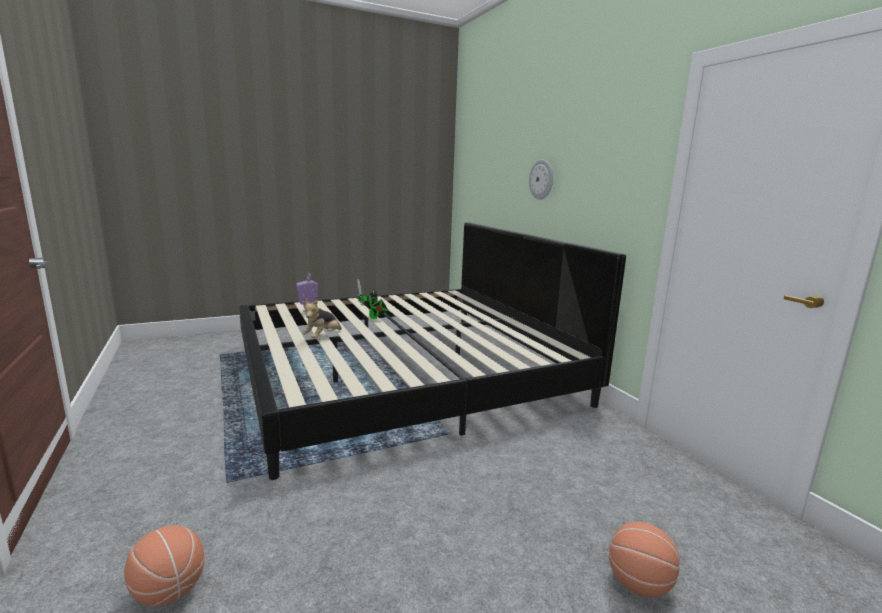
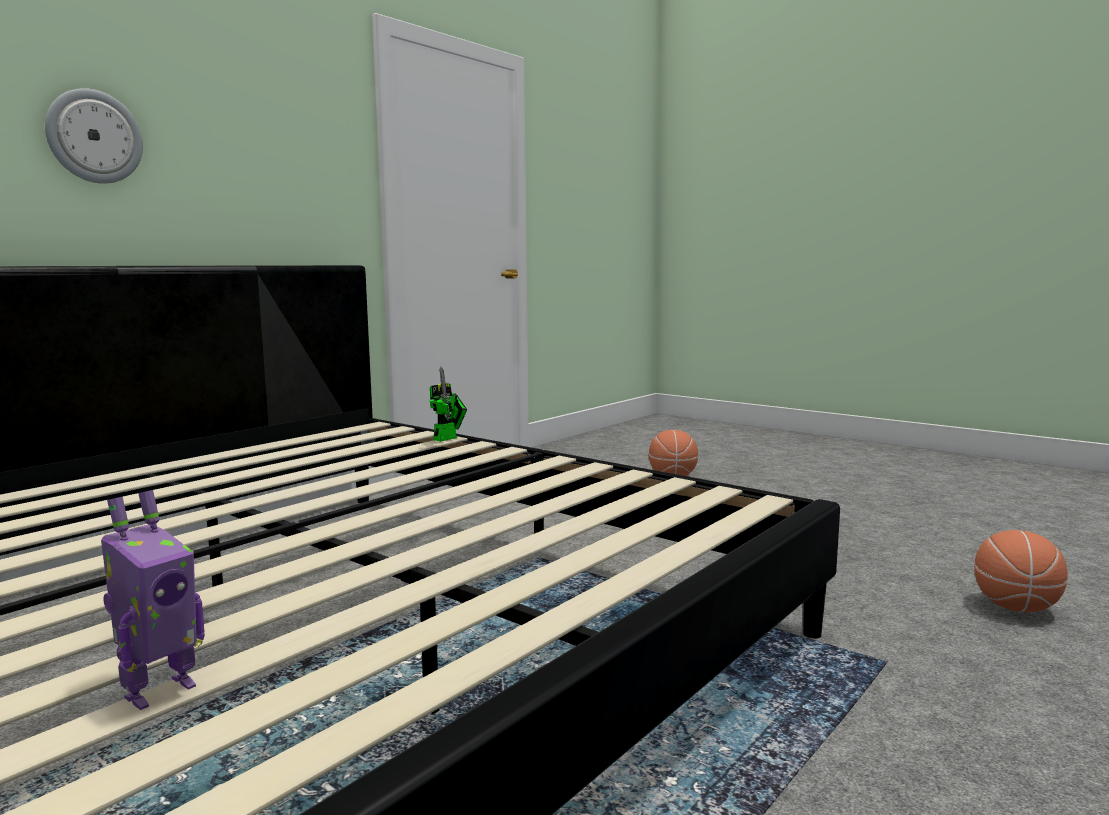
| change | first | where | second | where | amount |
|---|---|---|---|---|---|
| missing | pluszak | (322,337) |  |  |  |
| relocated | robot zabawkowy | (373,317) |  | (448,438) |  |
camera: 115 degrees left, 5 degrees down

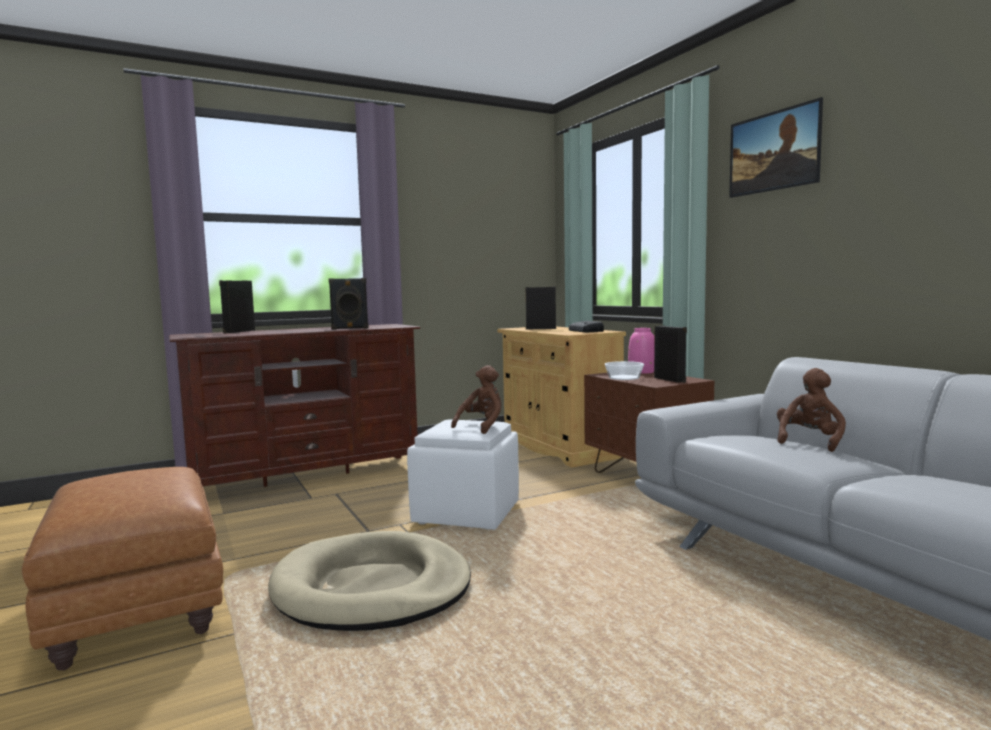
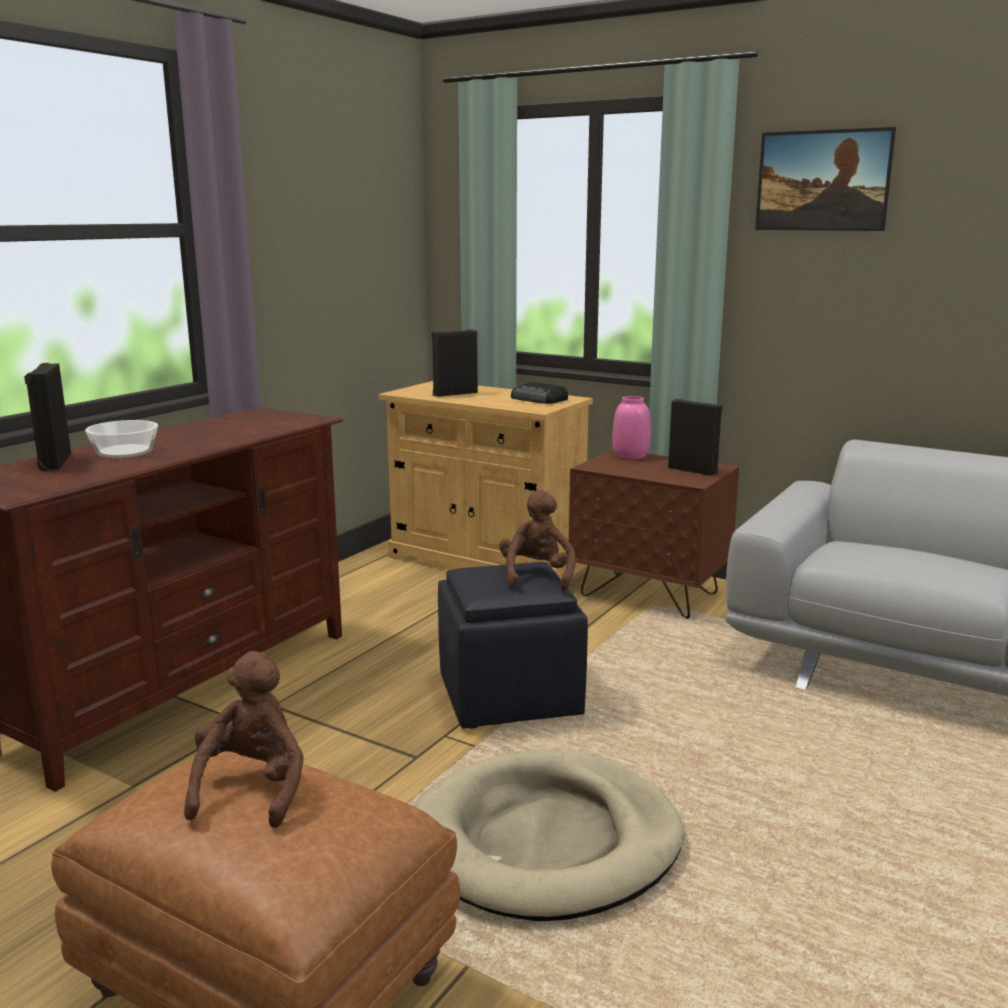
| change | first | where | second | where | amount |
|---|---|---|---|---|---|
| missing | głośnik/czarny | (350,328) |  |  |  |
| colour | pufa/biały | (468,513) | pufa/czarny | (510,695) |  |
| relocated | miska | (623,377) |  | (124,451) |  |
| relocated | pluszak/brązowy | (809,441) |  | (252,789) |  |
camera: 30 degrees left, 10 degrees up

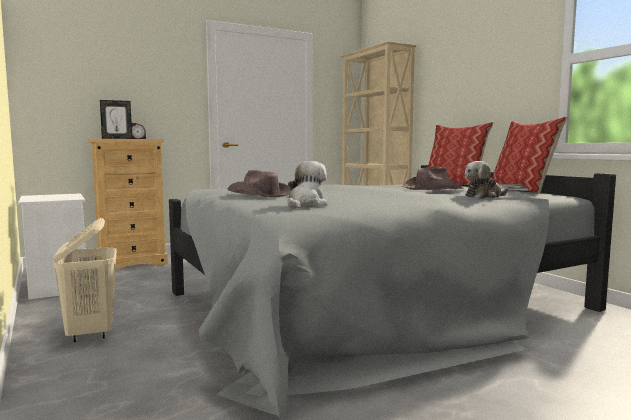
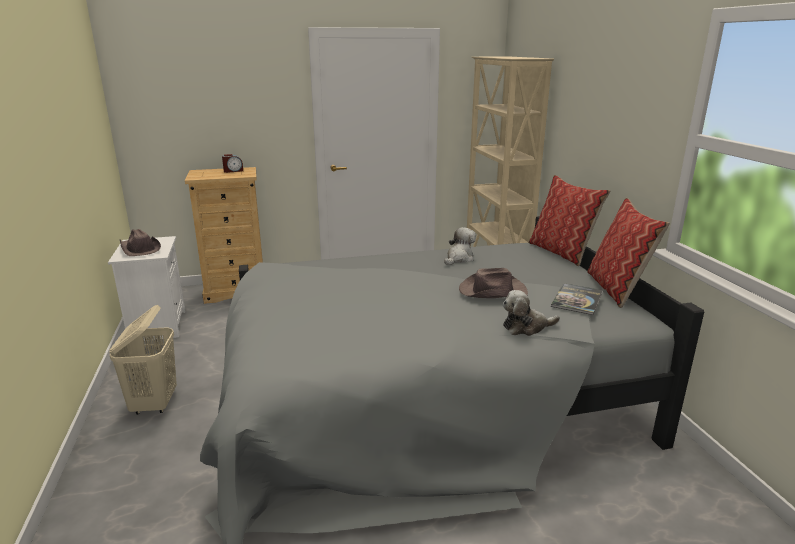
| change | first | where | second | where | amount |
|---|---|---|---|---|---|
| missing | ramka na zdjęcie | (117,138) |  |  |  |
| relocated | kapelusz/brązowy | (260,195) |  | (139,249) |  |
| relocated | pluszak | (306,205) |  | (459,258) |  |
camera: 15 degrees right, 15 degrees up

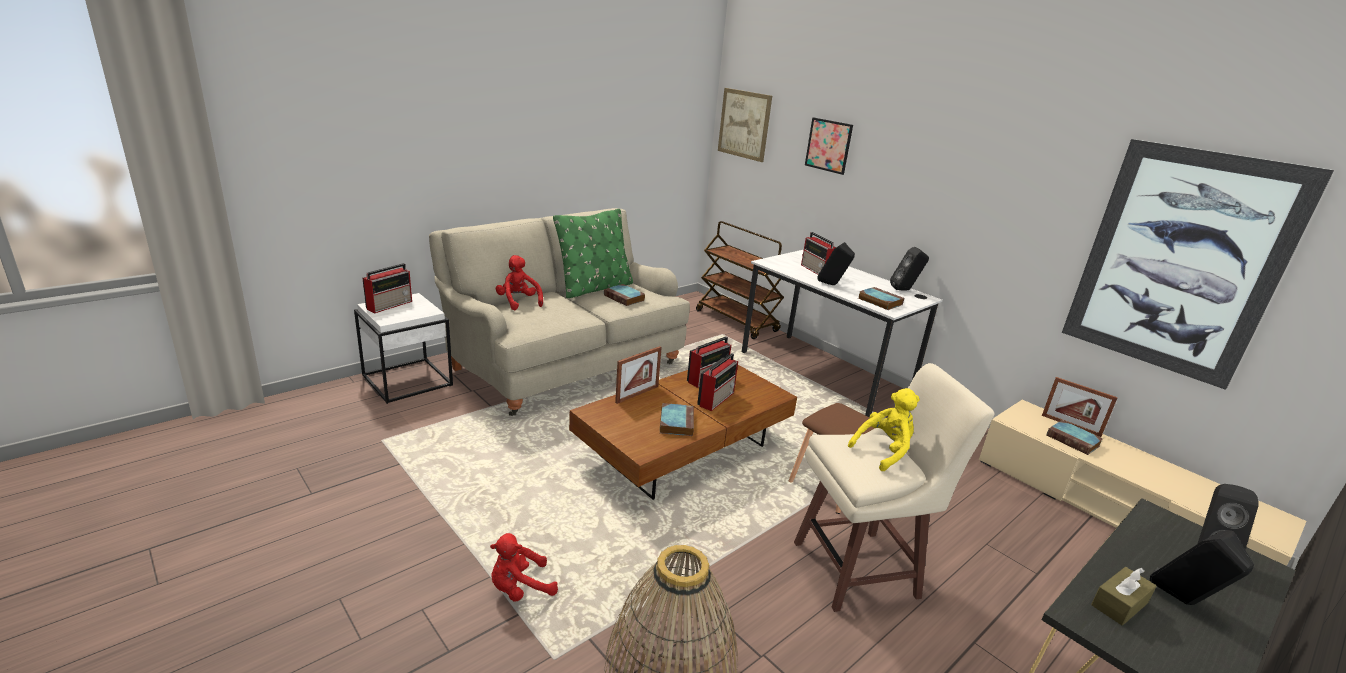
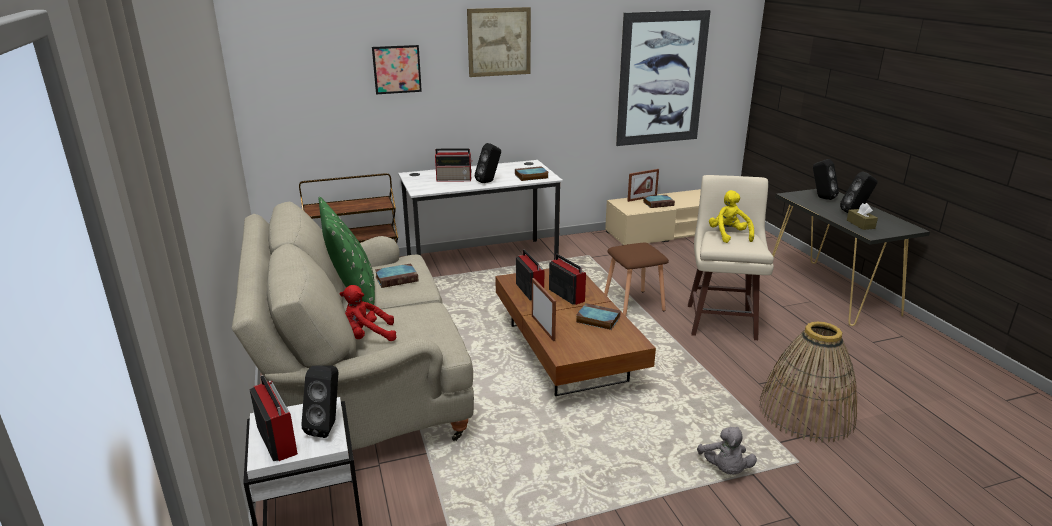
| change | first | where | second | where | amount |
|---|---|---|---|---|---|
| colour | pluszak/czerwony | (520,588) | pluszak/szary | (724,469) |  |
| relocated | obraz | (744,124) |  | (499,42) |  |
| relocated | głośnik/czarny | (905,290) |  | (327,426) |  |
camera: 65 degrees left, 0 degrees up

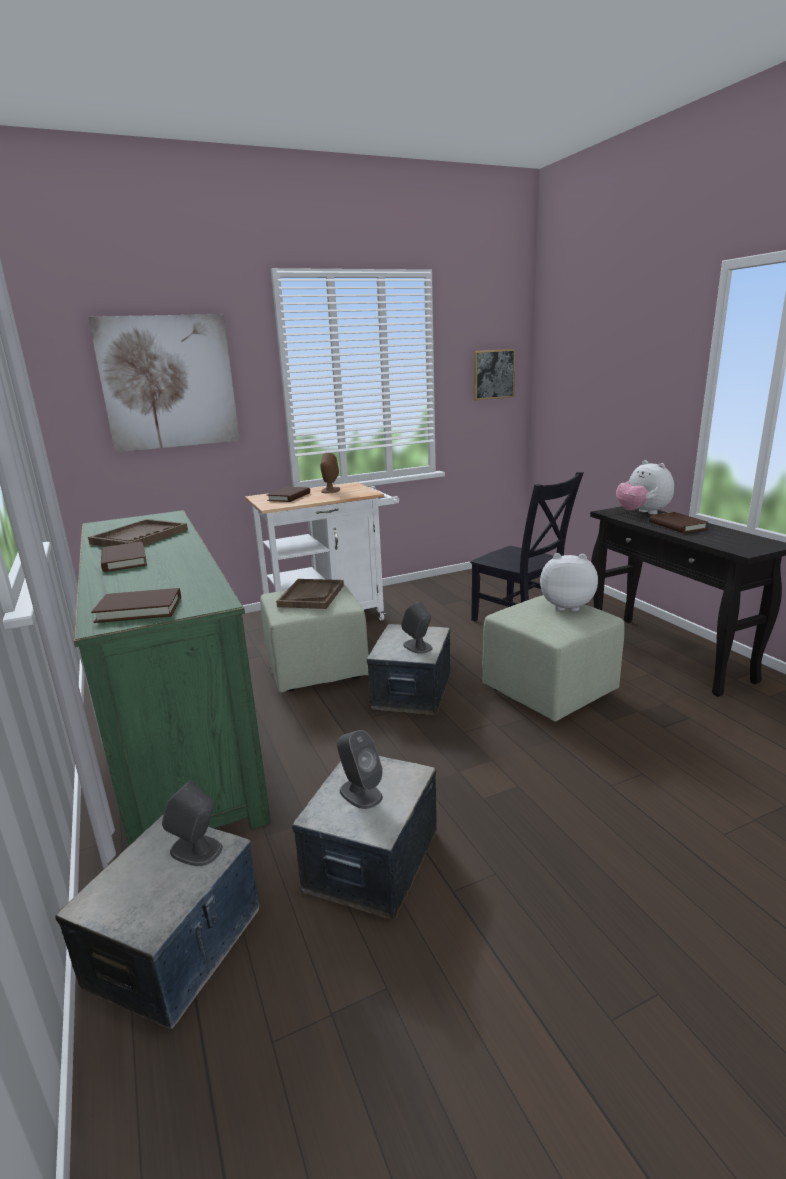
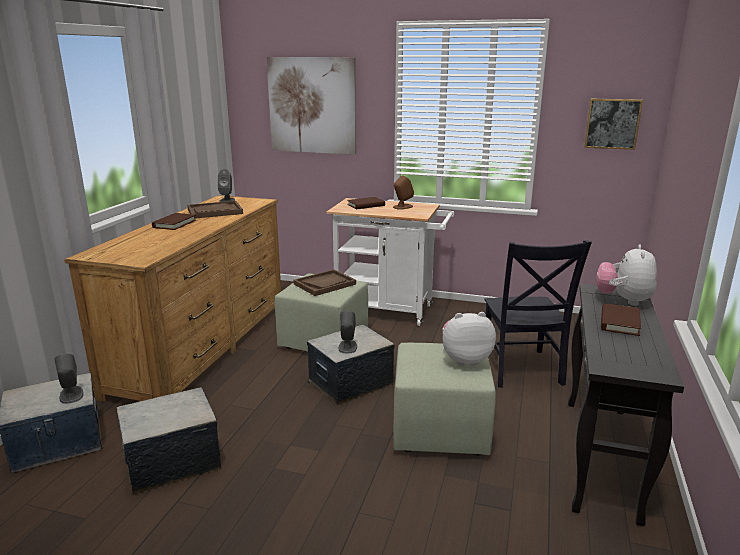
| change | first | where | second | where | amount |
|---|---|---|---|---|---|
| colour | komoda/zielony | (179,735) | komoda/brązowy | (203,347) |  |
| missing | książka/brązowy | (139,609) |  |  |  |
| relocated | głośnik/szary | (360,793) |  | (227,201) |  |
| spun | pluszak | (566,606) |  | (465,359) | 60 degrees counterclockwise |
camera: 40 degrees right, 0 degrees up

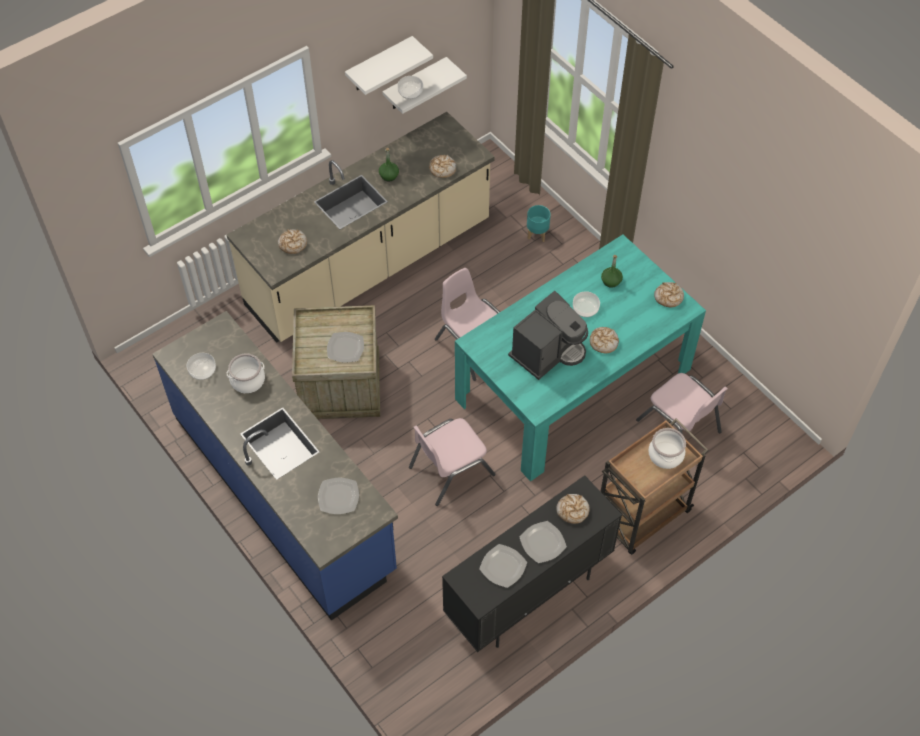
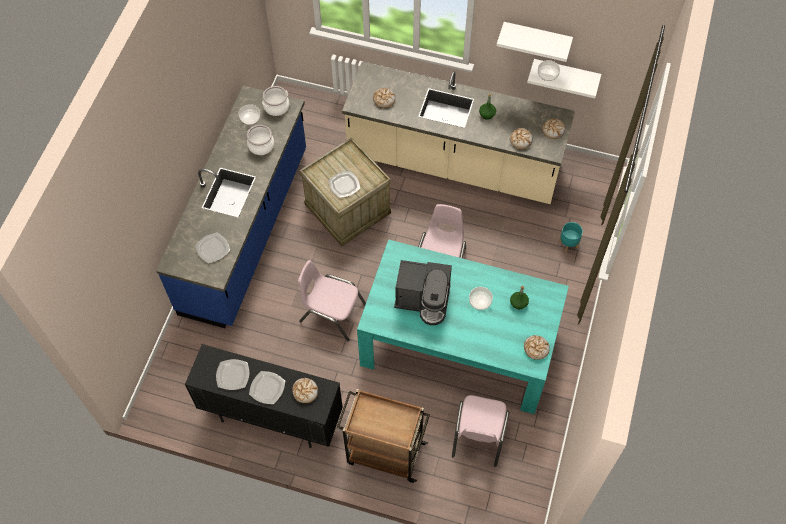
| change | first | where | second | where | amount |
|---|---|---|---|---|---|
| relocated | chleb | (603,342) |  | (553,130) |  |
| relocated | garnek | (665,455) |  | (276,106) |  |
camera: 55 degrees right, 5 degrees up

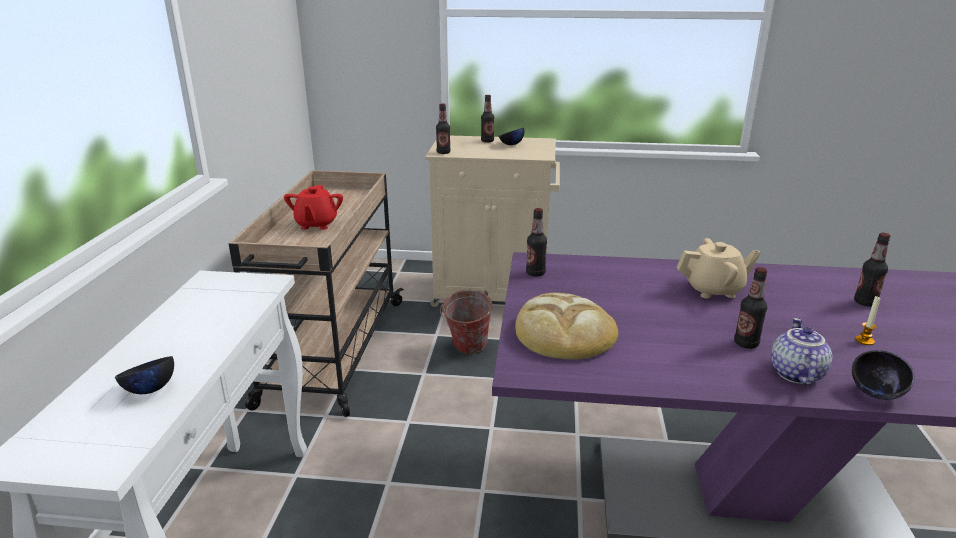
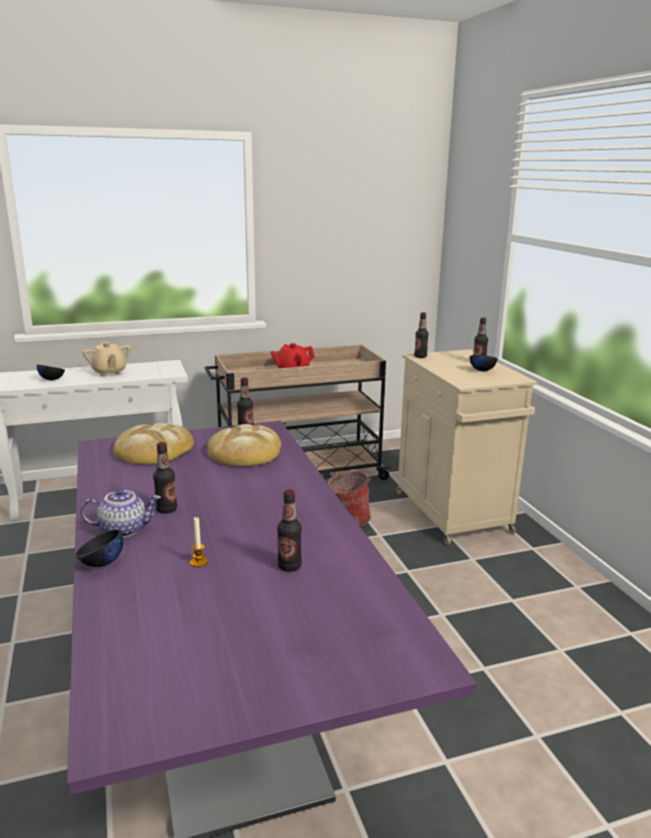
| change | first | where | second | where | amount |
|---|---|---|---|---|---|
| relocated | imbryk/beżowy | (713,290) |  | (109,372) |  |
| appeared |  |  | chleb | (245,451) |  |
camera: 65 degrees right, 5 degrees down

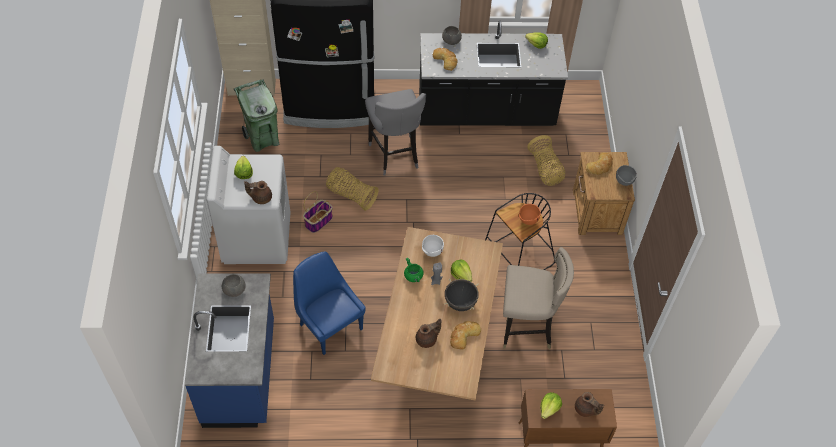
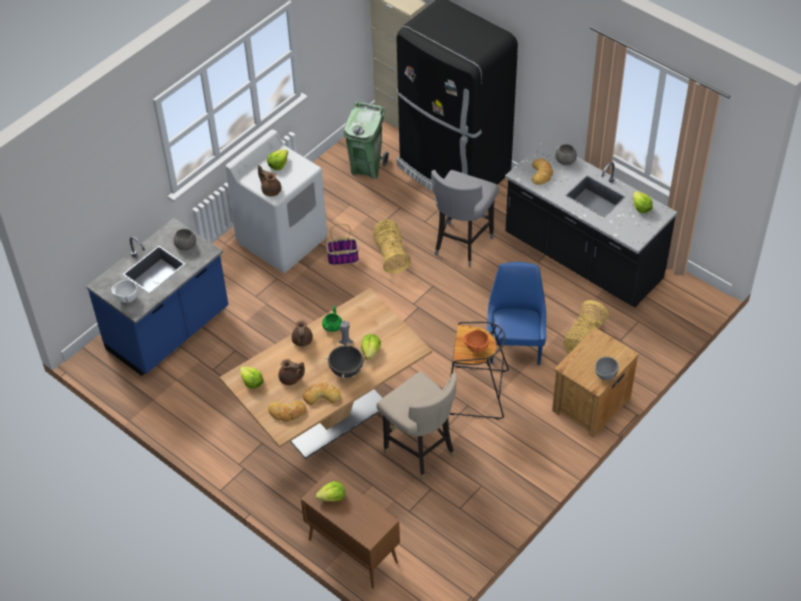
| change | first | where | second | where | amount |
|---|---|---|---|---|---|
| relocated | krzesło/niebieski | (329,325) |  | (515,345) |  |
| relocated | miska/biały | (431,253) |  | (126,299) |  |
| relocated | imbryk/brązowy | (585,409) |  | (302,341) |  |
| relocated | chleb | (600,166) |  | (287,412) |  |
| appeared |  |  | sałata | (251,382) |  |
camera: 45 degrees right, 5 degrees down

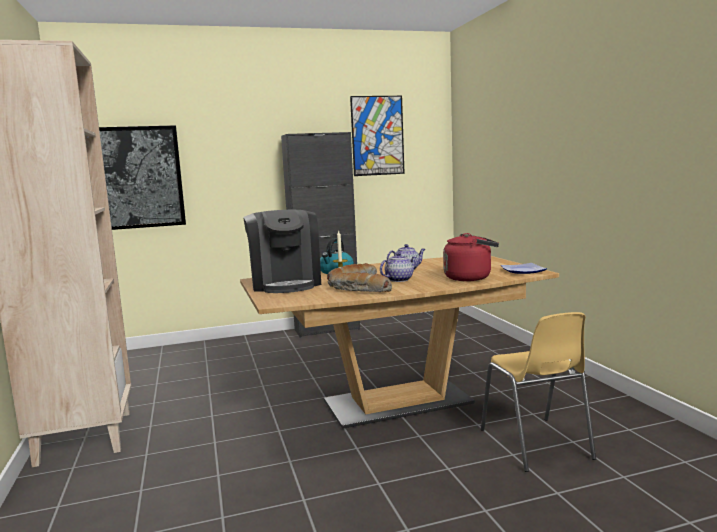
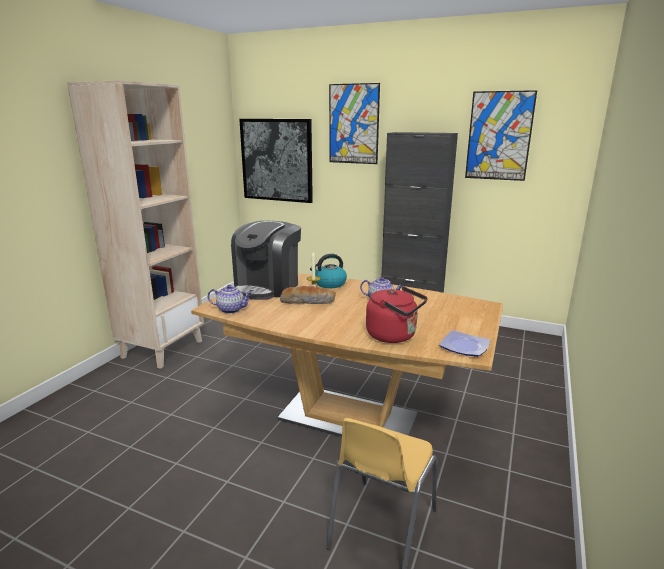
| change | first | where | second | where | amount |
|---|---|---|---|---|---|
| missing | chleb | (360,291) |  |  |  |
| relocated | imbryk | (399,280) |  | (231,310) |  |
| appeared |  |  | obraz | (353,124) |  |
camera: 40 degrees right, 10 degrees up

